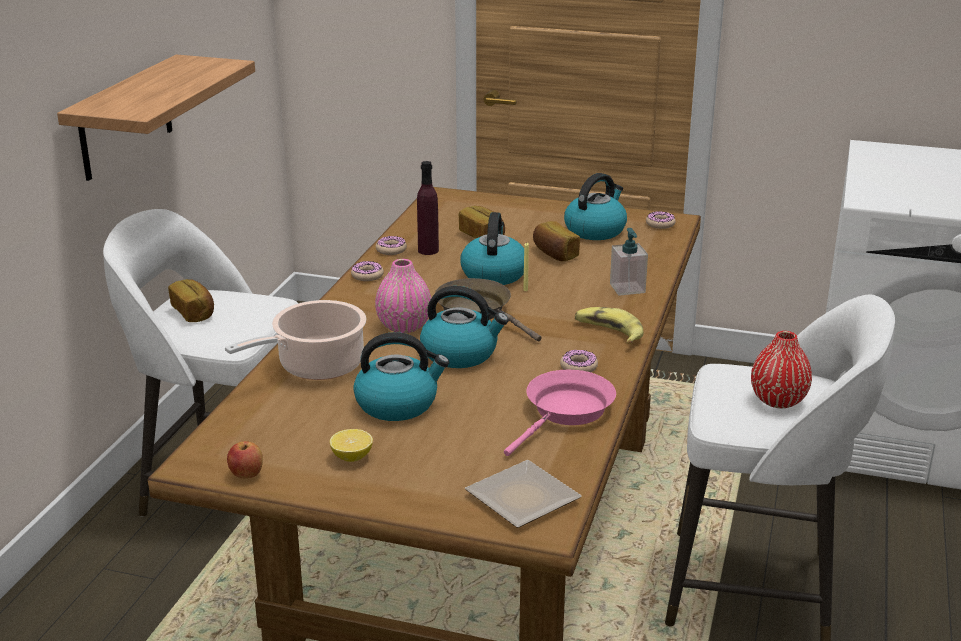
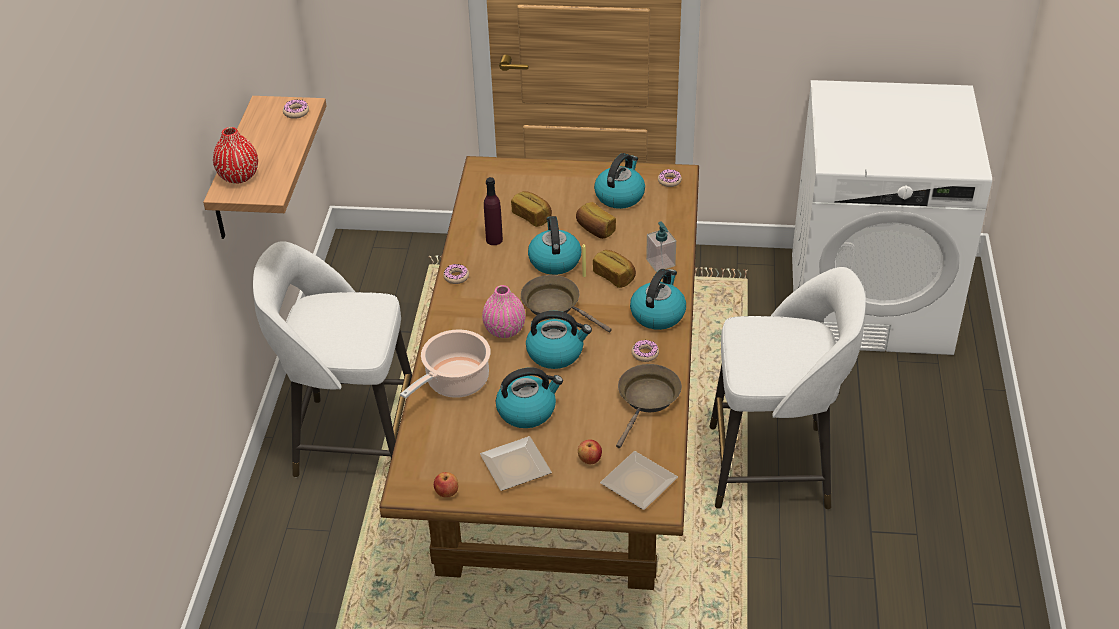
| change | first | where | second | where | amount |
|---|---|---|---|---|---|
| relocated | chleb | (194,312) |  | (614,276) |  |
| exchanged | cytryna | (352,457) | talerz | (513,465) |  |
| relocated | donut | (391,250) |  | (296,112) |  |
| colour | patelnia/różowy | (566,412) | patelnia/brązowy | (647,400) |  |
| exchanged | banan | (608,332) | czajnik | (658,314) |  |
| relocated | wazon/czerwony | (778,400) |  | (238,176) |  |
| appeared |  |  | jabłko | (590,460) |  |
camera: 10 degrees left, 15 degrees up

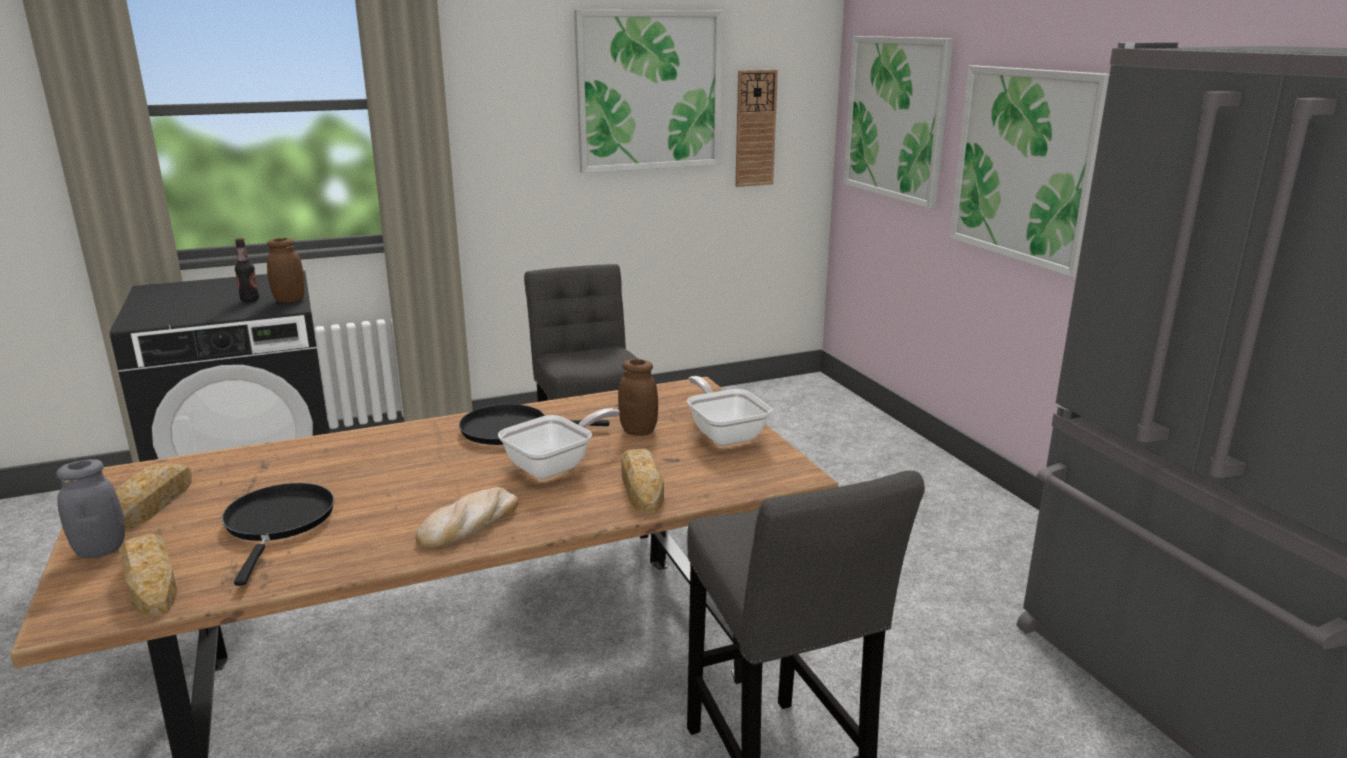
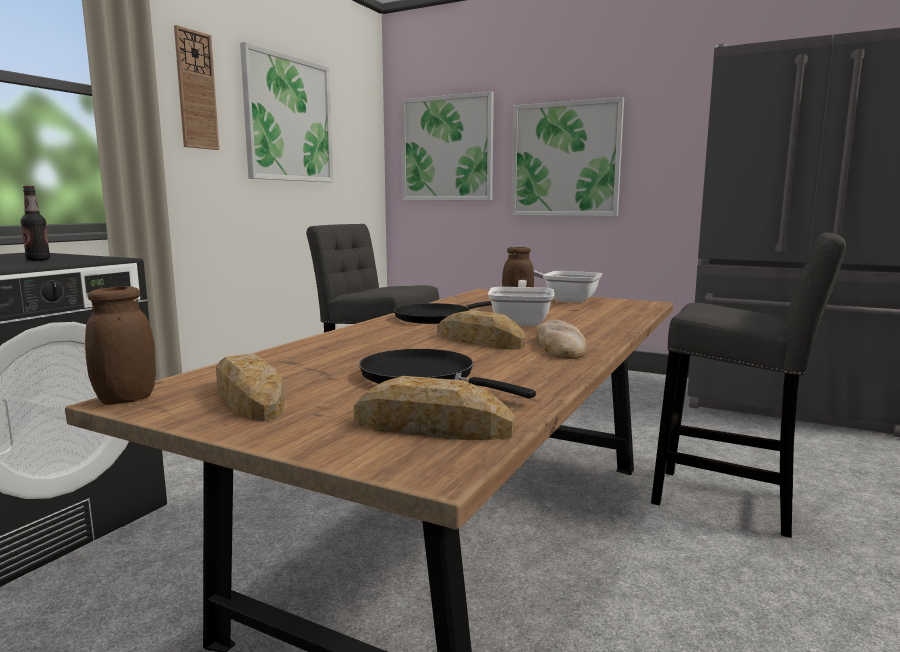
| change | first | where | second | where | amount |
|---|---|---|---|---|---|
| missing | słoik/szary | (101,550) |  |  |  |
| relocated | słoik/brązowy | (289,300) |  | (126,399) |  |
| relocated | chleb | (641,486) |  | (479,341) |  |
| relocated | zegar ścienny | (755,128) |  | (196,90) |  |
camera: 40 degrees left, 10 degrees down

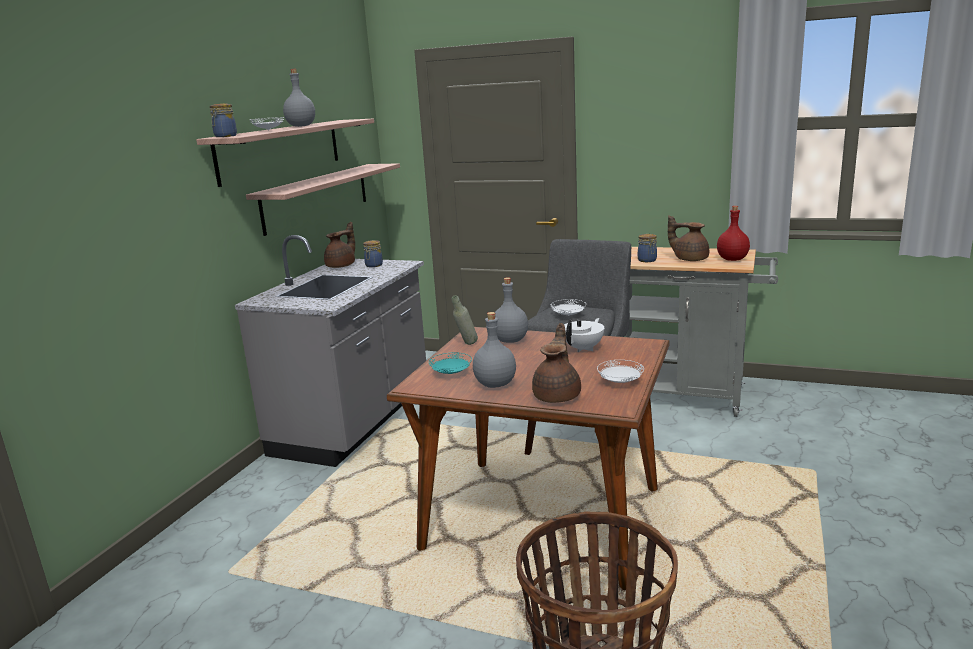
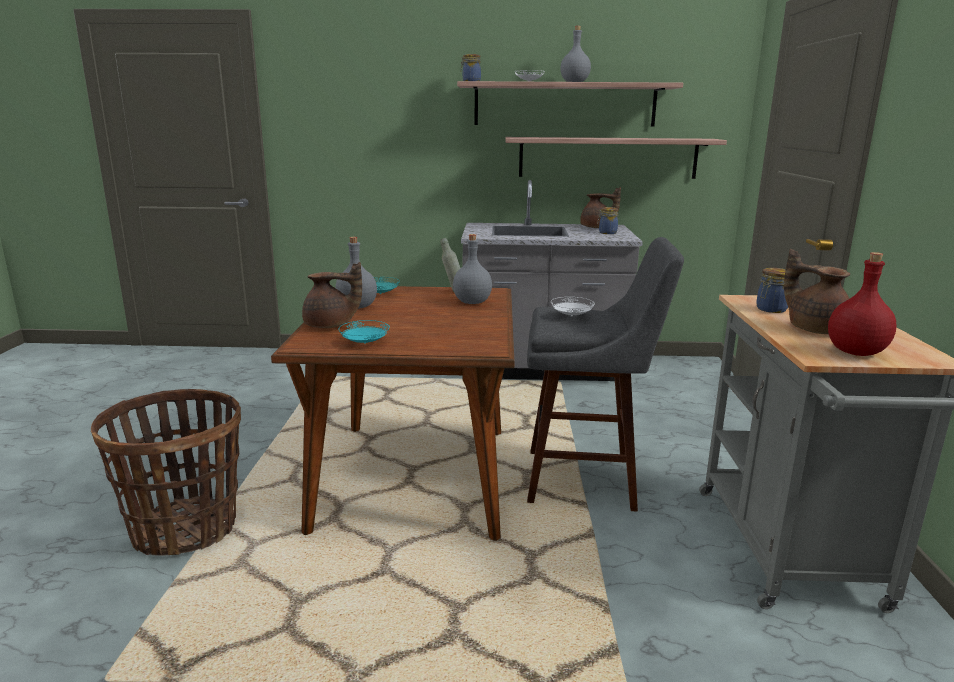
| change | first | where | second | where | amount |
|---|---|---|---|---|---|
| missing | imbryk/biały | (583,348) |  |  |  |
| colour | talerz/biały | (620,382) | talerz/turkusowy | (365,343) |  |
| spun | imbryk/brązowy | (689,259) |  | (815,329) | 45 degrees counterclockwise |
camera: 70 degrees right, 0 degrees up

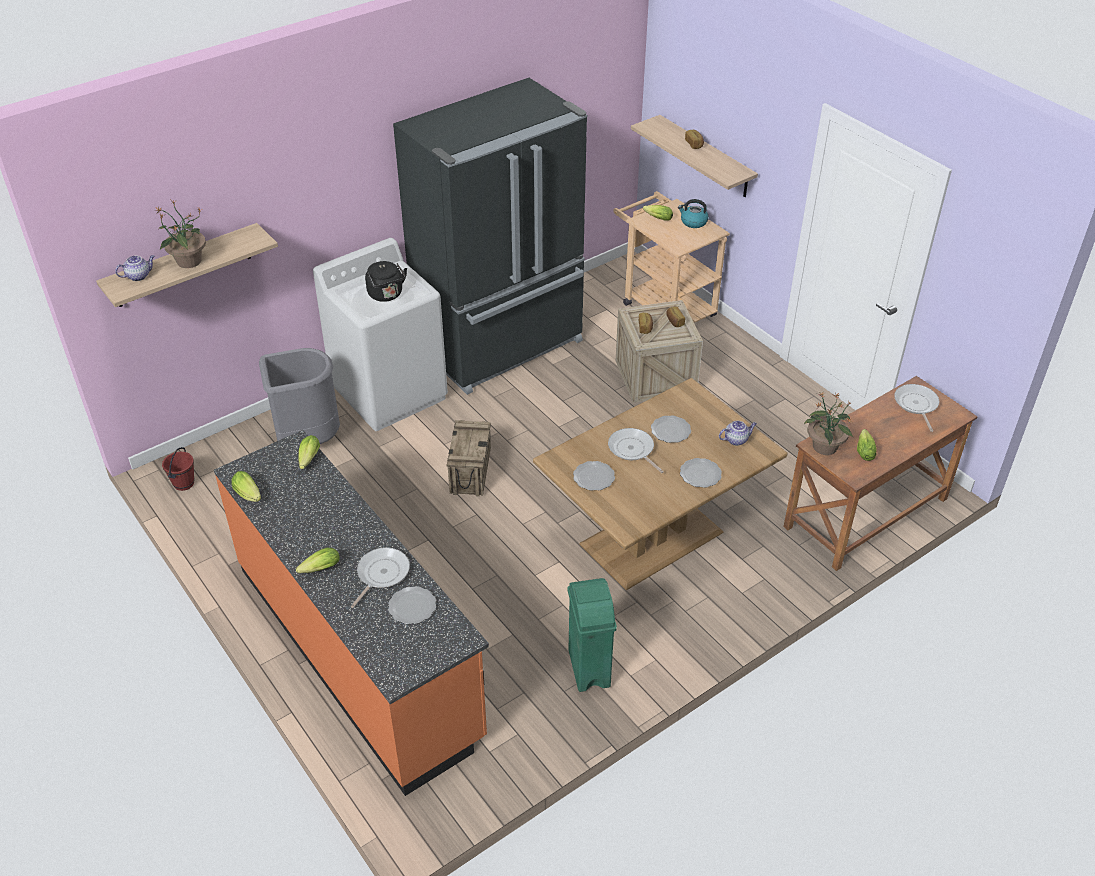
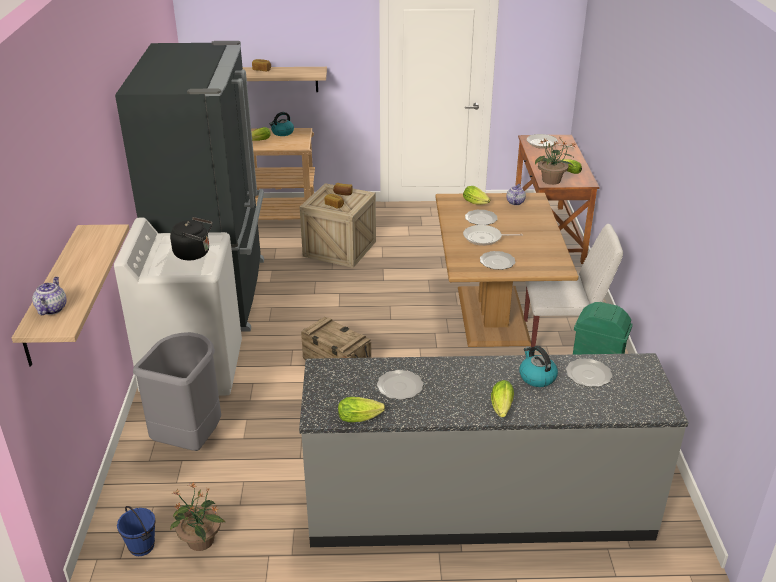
| change | first | where | second | where | amount |
|---|---|---|---|---|---|
| relocated | roślina doniczkowa | (188,261) |  | (201,541) |  |
| colour | wiadro/czerwony | (183,483) | wiadro/niebieski | (141,547) |  |
| colour | zabudowa kuchenna/pomarańczowy | (359,651) | zabudowa kuchenna/szary | (478,506) |  |
| relocated | sałata | (308,460) |  | (476,203) |  |
| exchanged | patelnia | (381,574) | czajnik | (536,377) |  |
| relocated | talerz | (700,474) |  | (399,386) |  |
| appeared |  |  | krzesło/biały | (563,337) |  |
camera: 55 degrees left, 10 degrees down

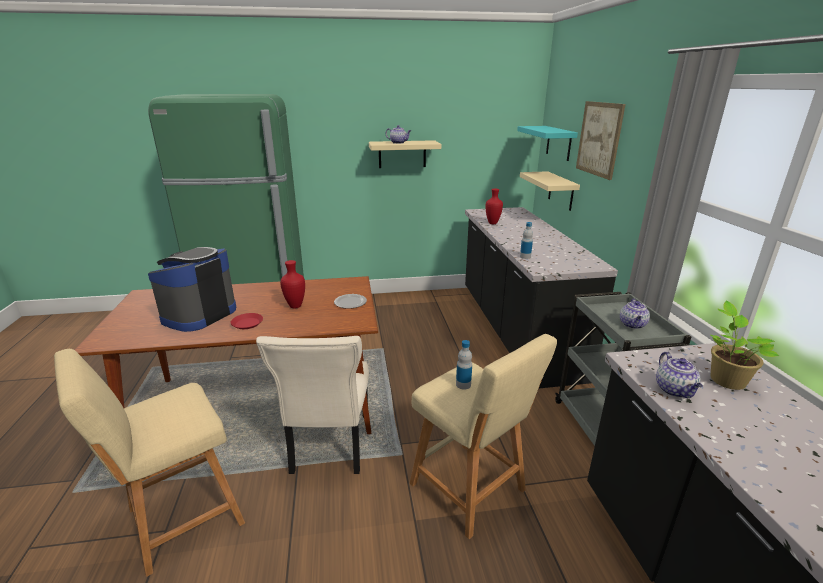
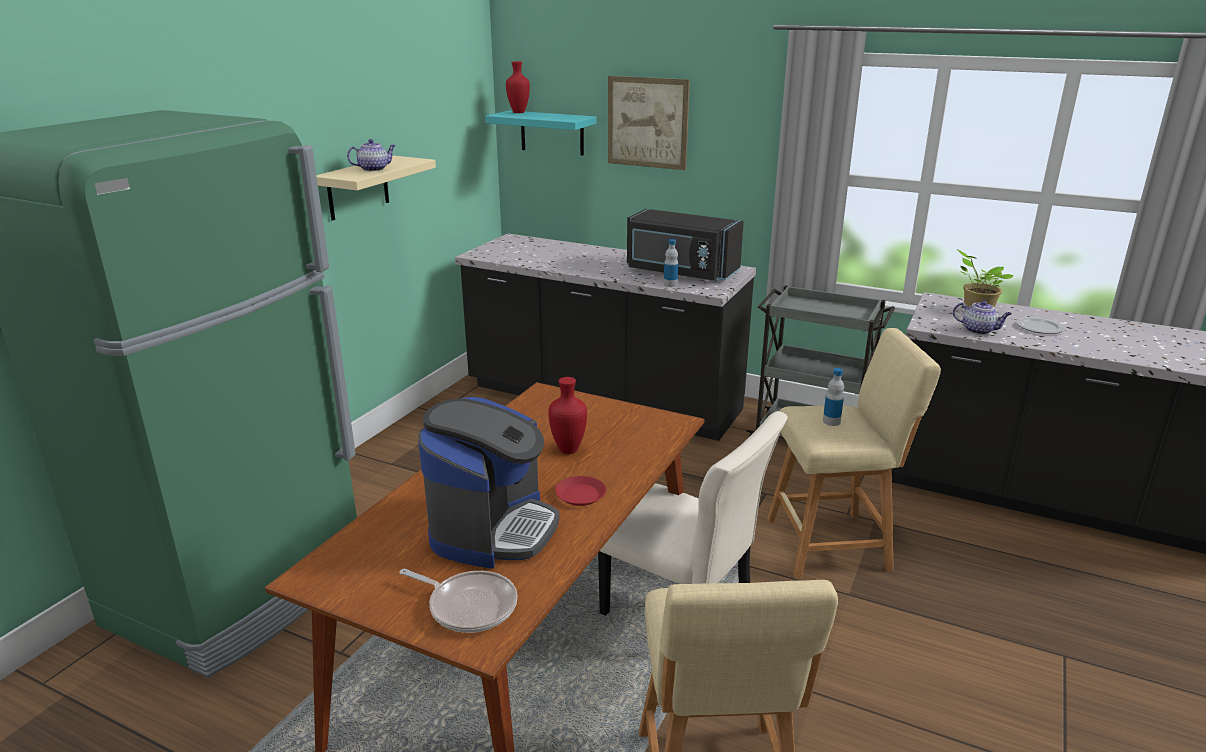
| change | first | where | second | where | amount |
|---|---|---|---|---|---|
| spun | ekspres do kawy | (198,314) |  | (493,529) | 135 degrees counterclockwise |
| relocated | talerz | (351,302) |  | (1039,327) |  |
| relocated | wazon/czerwony | (492,223) |  | (518,112) |  |
| missing | półka/beżowy | (561,191) |  |  |  |
| missing | imbryk | (633,325) |  |  |  |
| appeared |  |  | patelnia | (469,606) |  |
| appeared |  |  | mikrofalówka/czarny | (680,272) |  |
camera: 55 degrees left, 0 degrees up

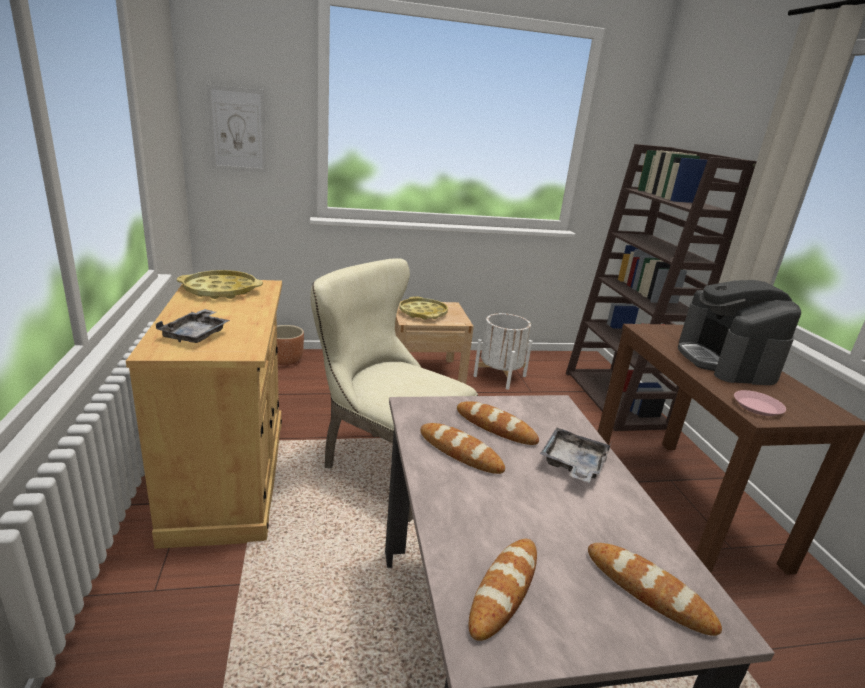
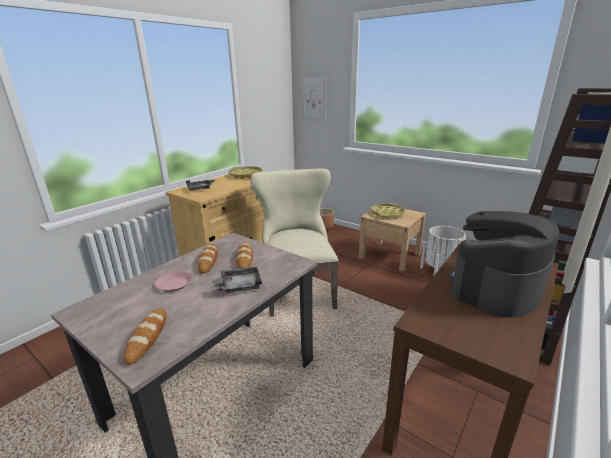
| change | first | where | second | where | amount |
|---|---|---|---|---|---|
| missing | chleb | (504,590) |  |  |  |
| relocated | talerz/różowy | (757,407) |  | (173,284) |  |
camera: 50 degrees right, 0 degrees up

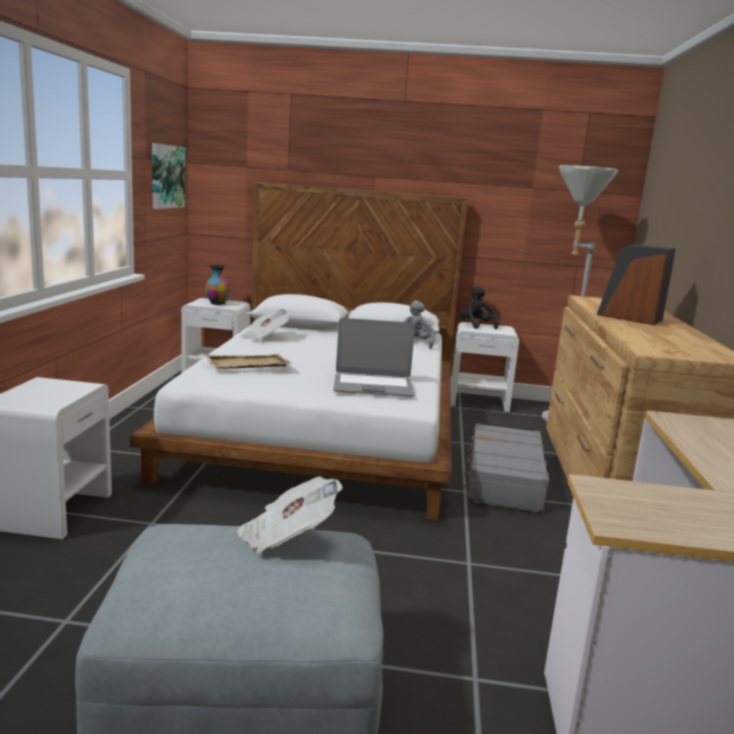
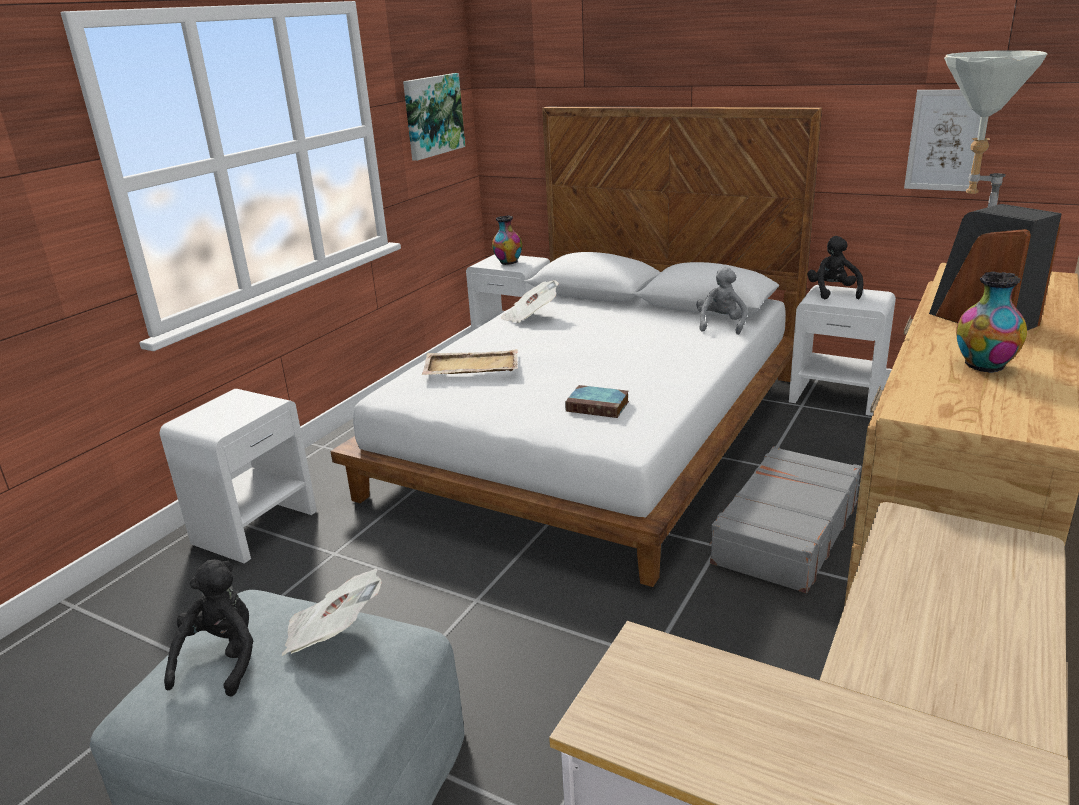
| change | first | where | second | where | amount |
|---|---|---|---|---|---|
| exchanged | laptop | (373,386) | książka | (599,406) |  |
| appeared |  |  | pluszak/czarny | (222,659) |  |
| appeared |  |  | obraz | (946,140) |  |
| appeared |  |  | wazon | (983,366) |  |
camera: 25 degrees right, 10 degrees up

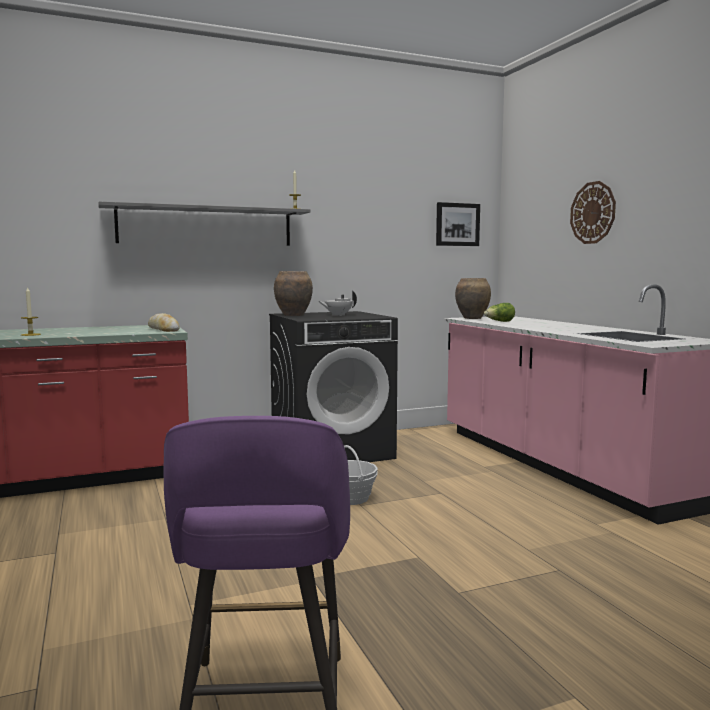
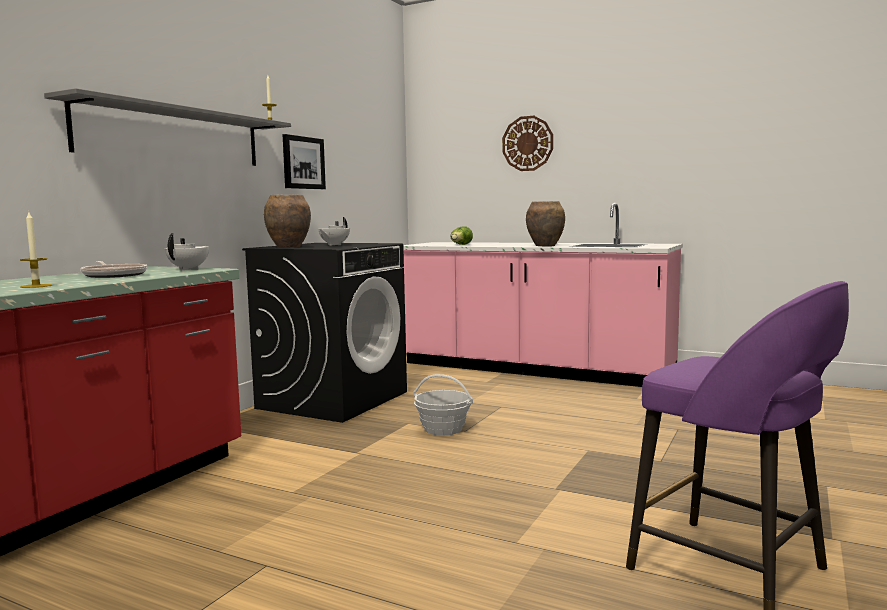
| change | first | where | second | where | amount |
|---|---|---|---|---|---|
| exchanged | chleb | (163,329) | imbryk/biały | (189,269) |  |
| relocated | obraz | (457,224) |  | (303,163) |  |
| relocated | wazon/brązowy | (472,318) |  | (545,246) |  |
| appeared |  |  | patelnia | (114,275) |  |
camera: 40 degrees left, 0 degrees up

